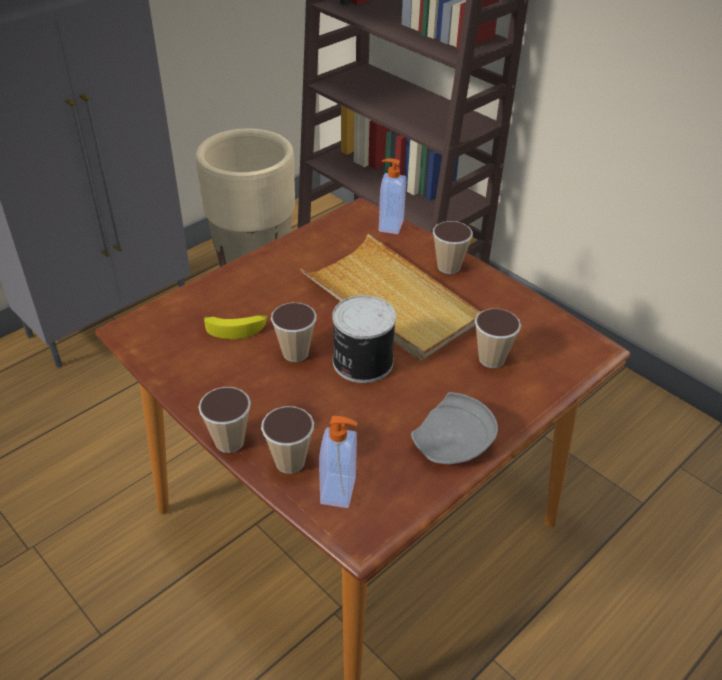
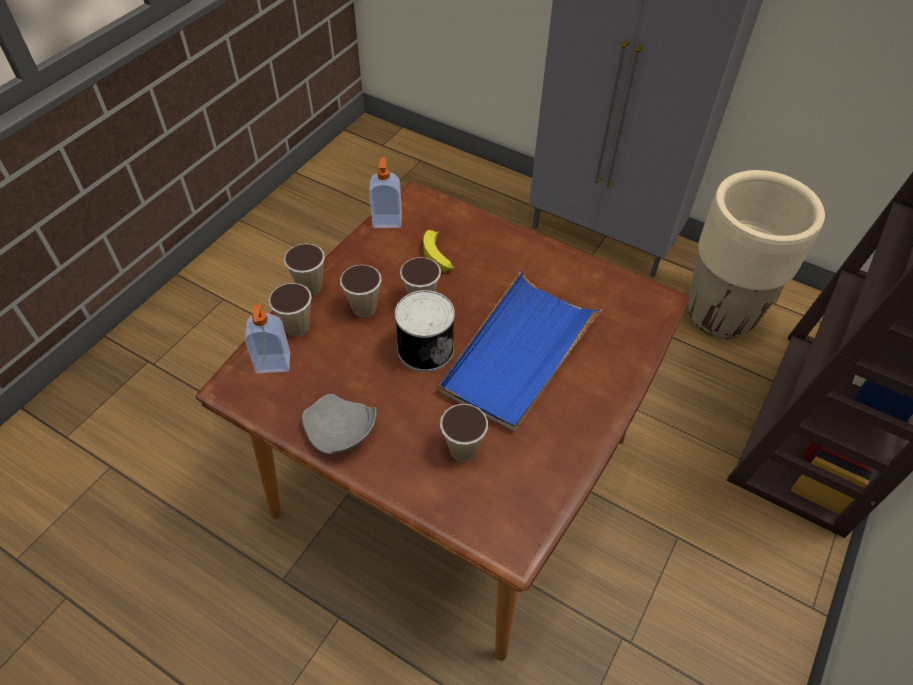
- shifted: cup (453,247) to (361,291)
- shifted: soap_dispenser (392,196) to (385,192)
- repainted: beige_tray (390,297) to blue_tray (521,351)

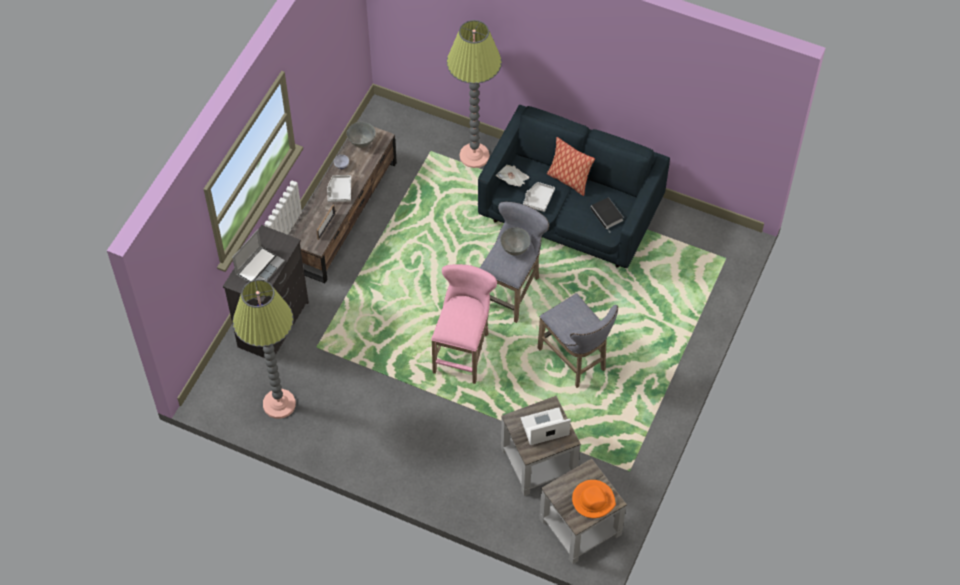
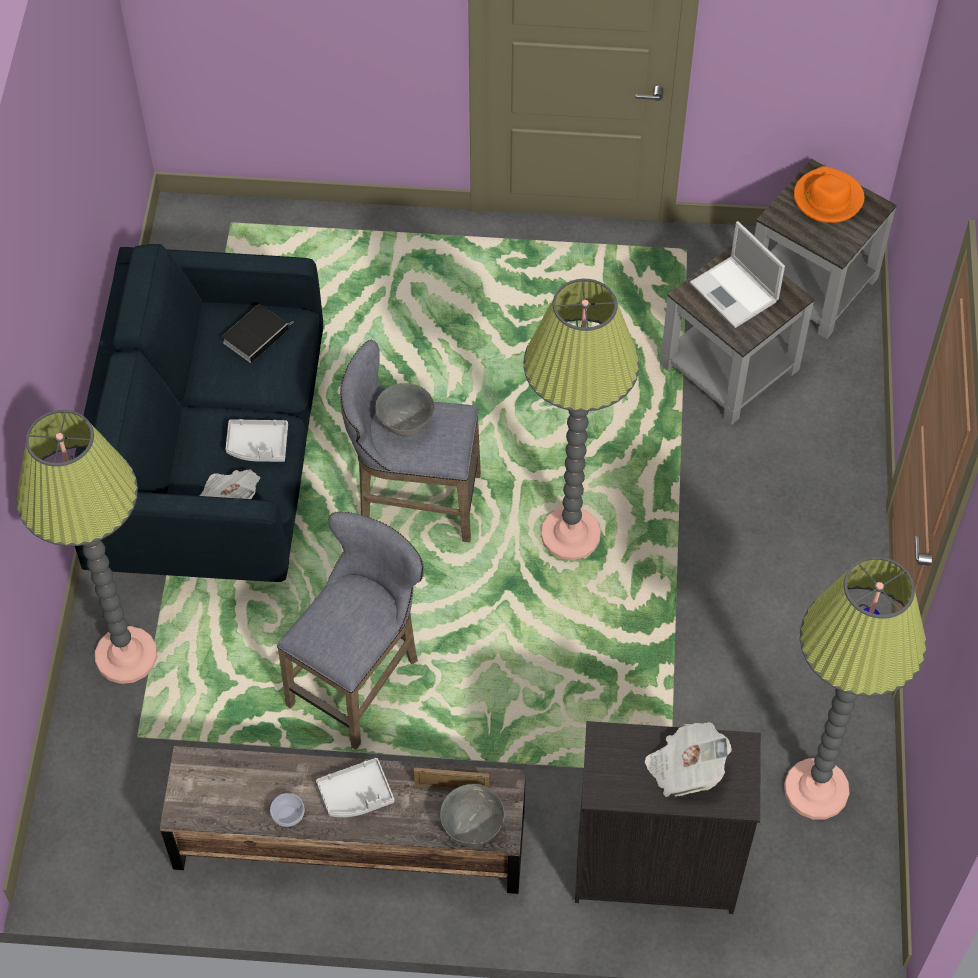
- shifted: grey_stool (578,340) to (350,630)
- shifted: grey_bowl (361,135) to (472,815)
- swapped: pink_stool (464,324) to floor_lamp (581,419)
- swapped: laptop (258,255) to newspaper (688,759)
- gone: pillow (571,166)

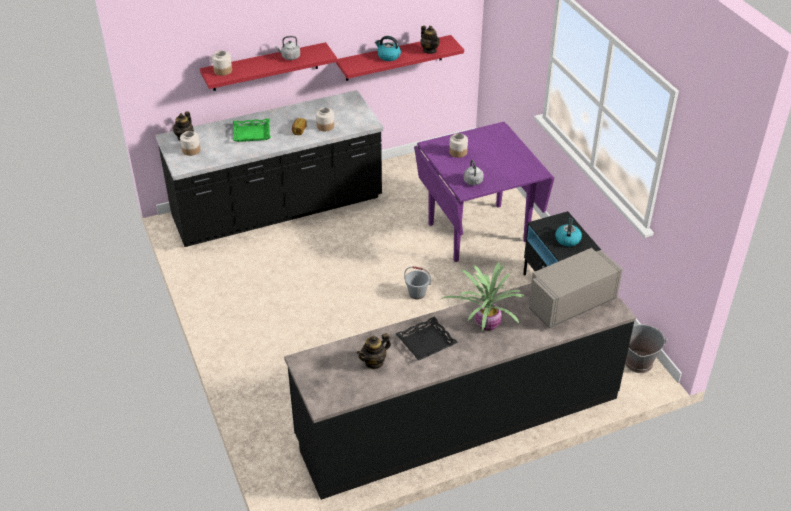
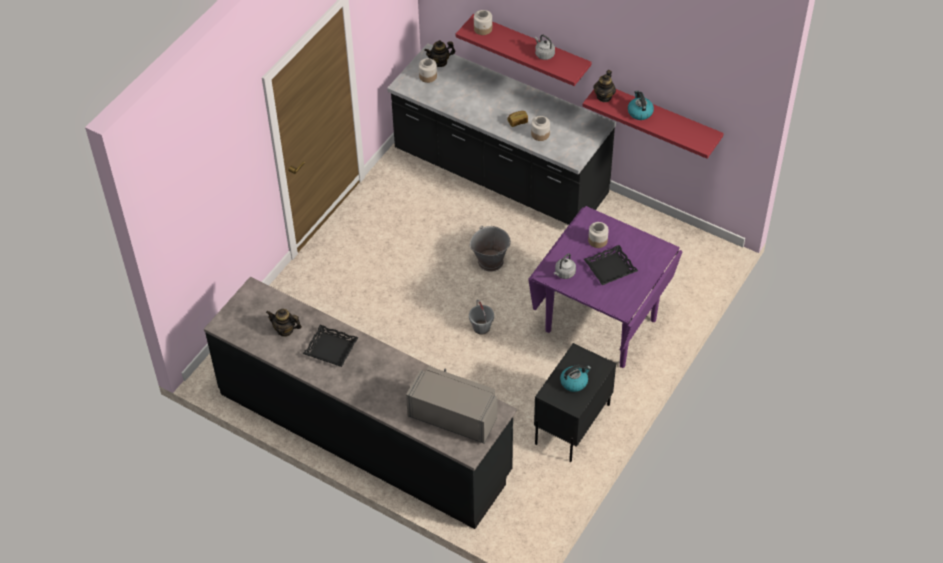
- shifted: grey_bucket (646,348) to (490,249)
- new: black_tray (611,265)
- shifted: teapot (430,40) to (604,86)
- gone: green_tray (252,130)
- gone: potted_plant (483,296)

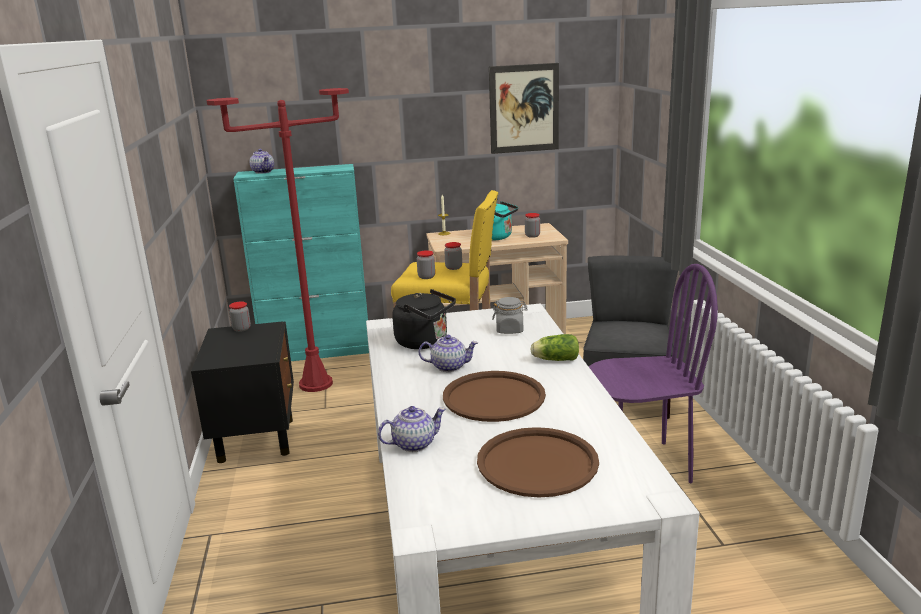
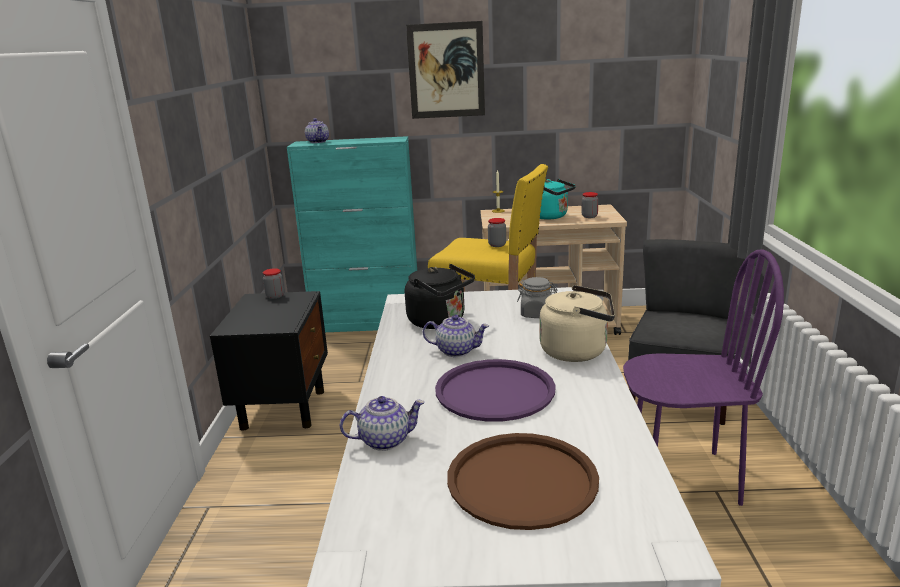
- shifted: picture (524,108) to (445,70)
- repainted: brown_tray (494,396) to purple_tray (495,390)
- swapped: lettuce (554,347) to beige_kettle (577,323)
- gone: red_floor_lamp (278,240)
- gone: jar (426,264)

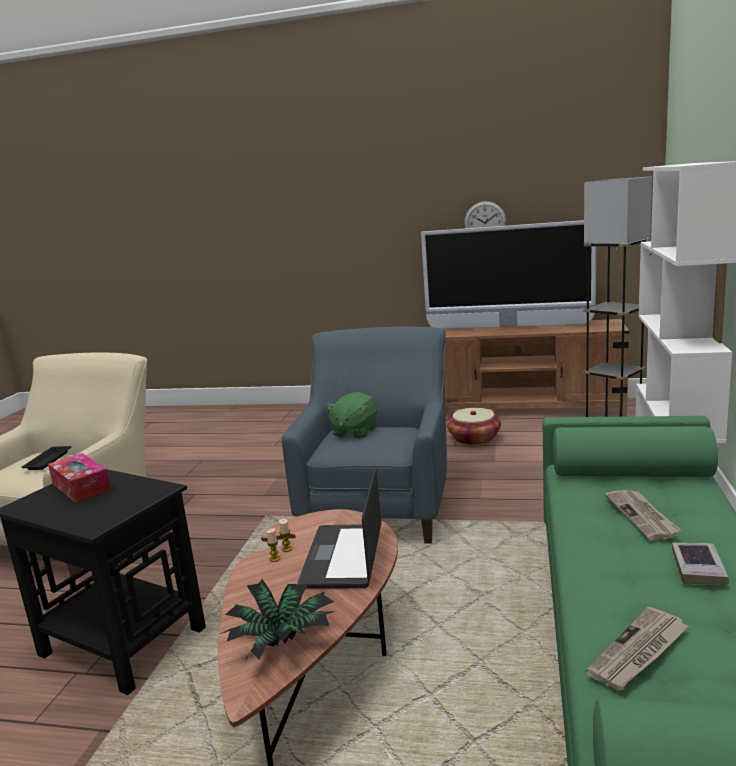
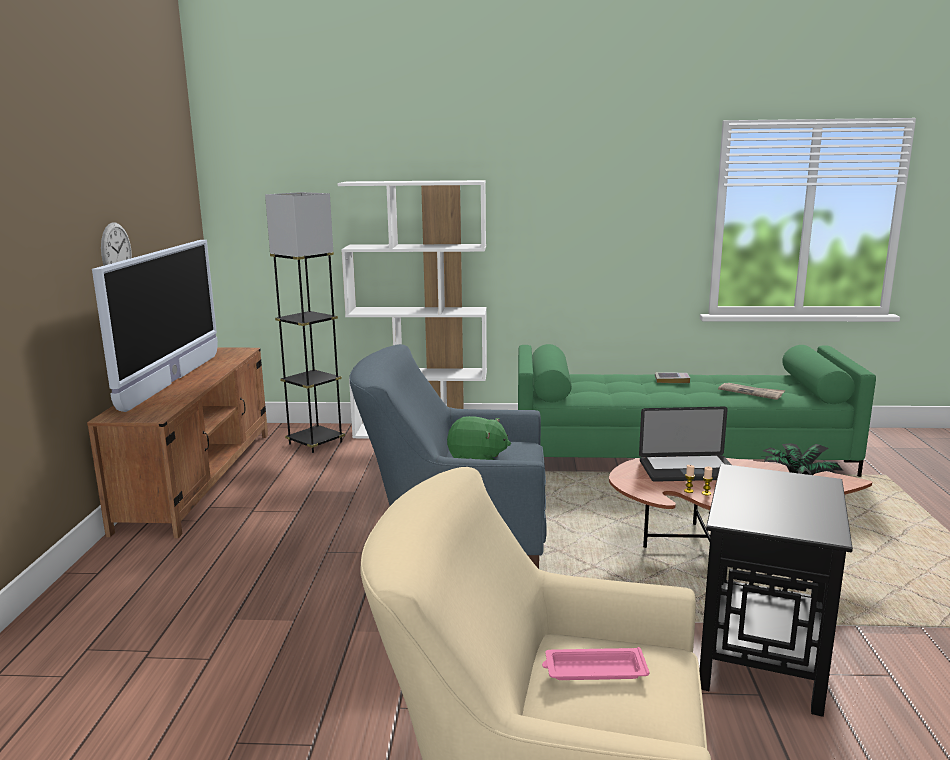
- repainted: black_tray (46,458) to pink_tray (595,663)
- gone: tissue_box (79,478)
- gone: basket (474,426)
- gone: newspaper (643,515)

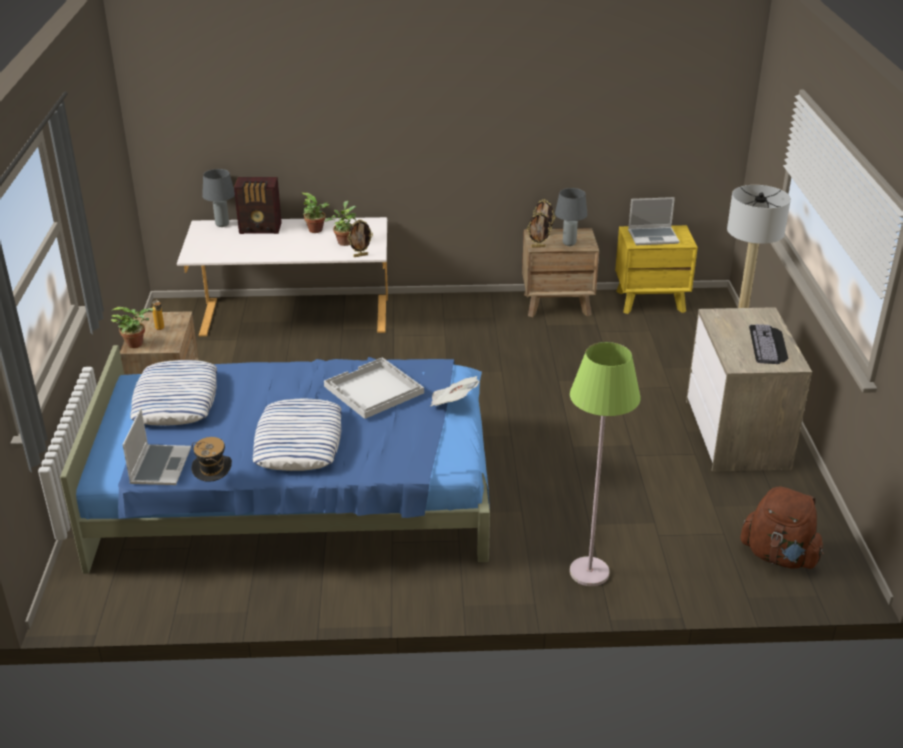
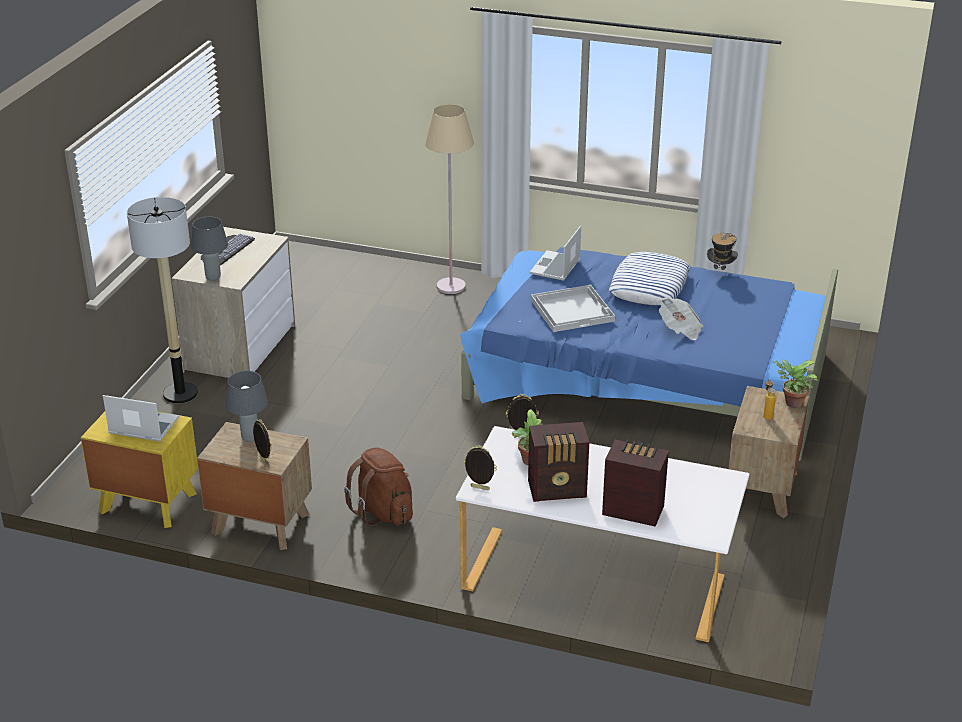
- shifted: grey_table_lamp (218,198) to (209,248)
- shifted: brown_backpack (782,528) to (378,486)
- repainted: green_floor_lamp (605,464) to beige_floor_lamp (449,199)
- shifted: picture_frame (539,229) to (480,467)
- swapped: potted_plant (315,213) to radio (558,462)
- shifted: laptop (156,446) to (555,253)
- shifted: newspaper (454,391) to (681,318)
- gone: pillow (173,393)

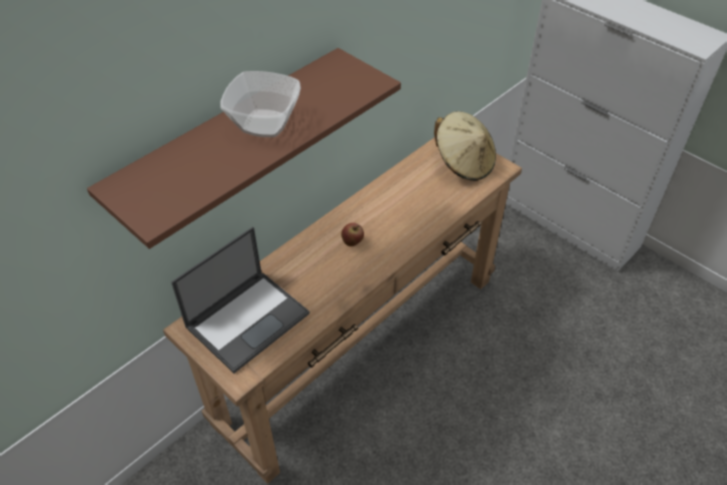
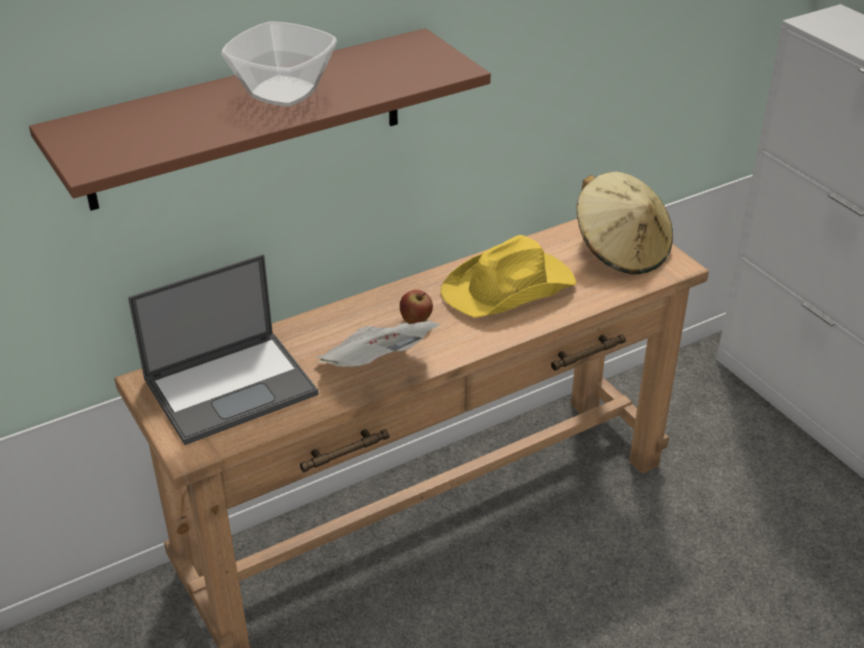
- new: newspaper (378,344)
- new: yellow_hat (508,276)

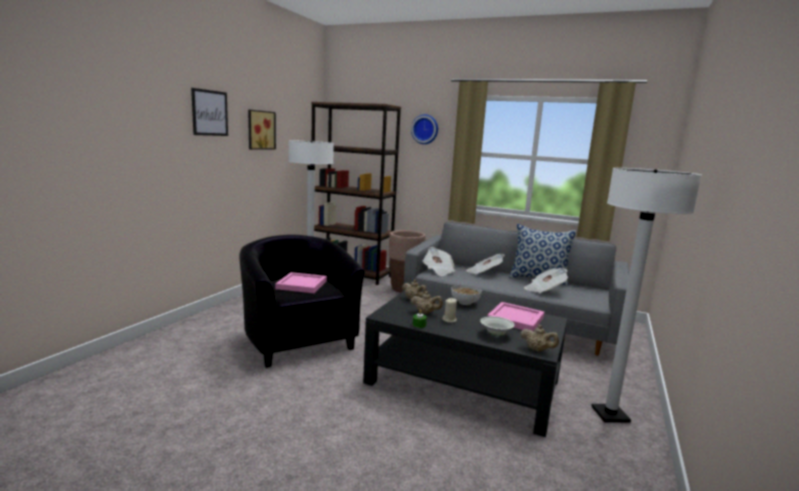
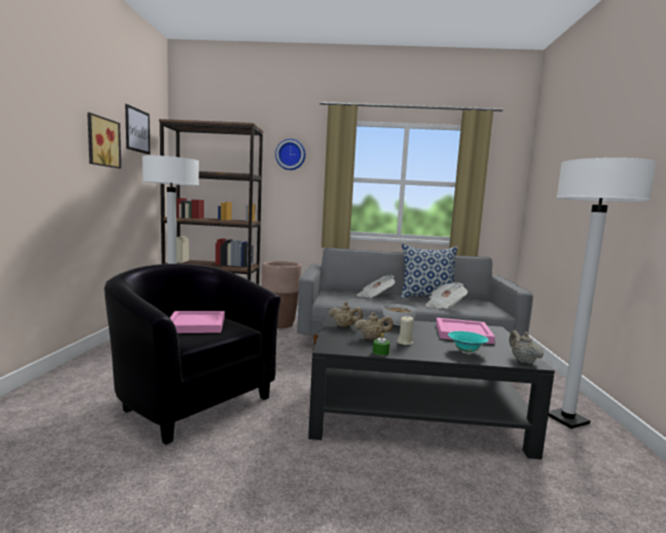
- shifted: picture (209,112) to (137,129)
- repainted: white_bowl (497,326) to turquoise_bowl (468,341)
- rotated: beige_teapot (539,338) = (526,347) 120 degrees counterclockwise
- gone: newspaper (438,261)

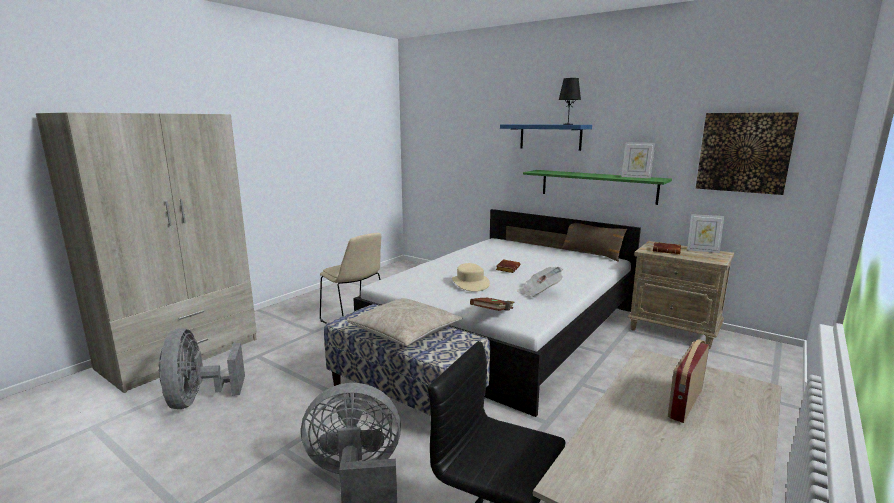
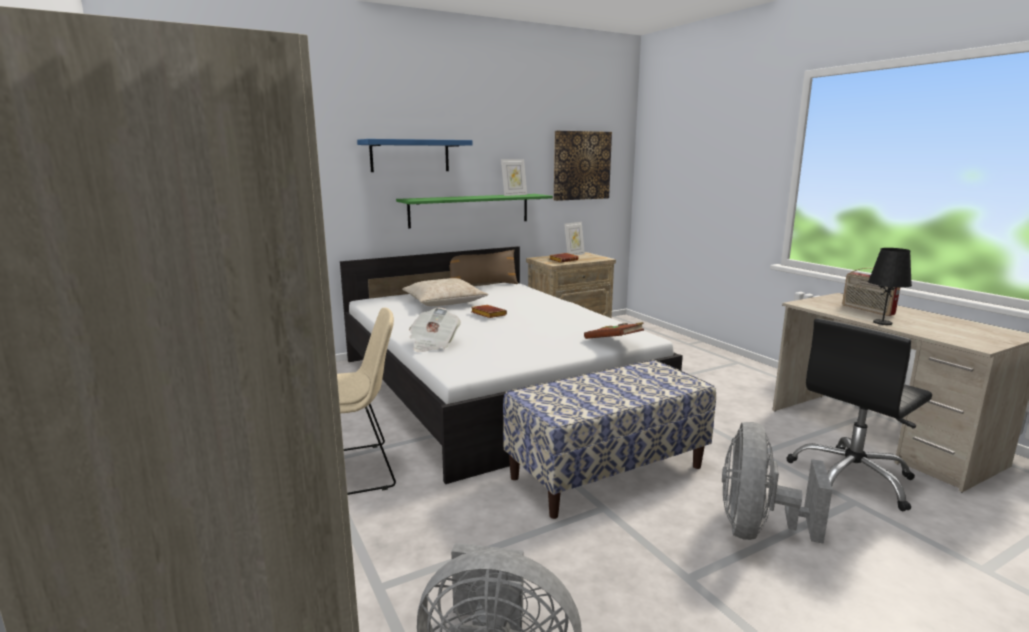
- shifted: beige_pillow (404,322) to (445,292)
- shifted: newspaper (540,282) to (435,330)
- shifted: black_table_lamp (570,101) to (890,286)
- gone: beige_hat (471,277)

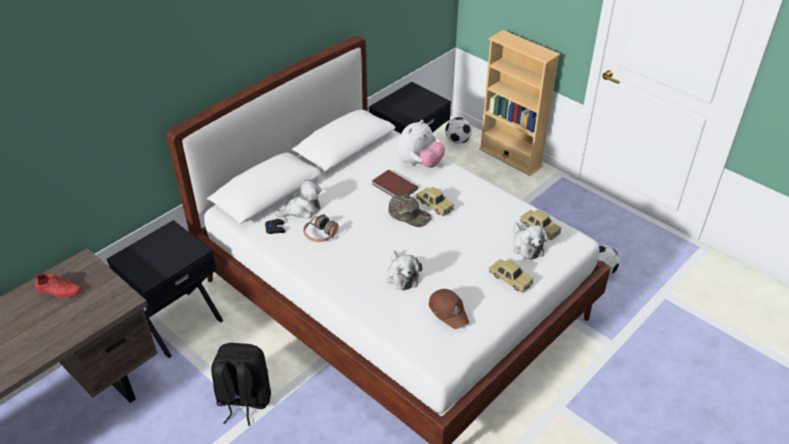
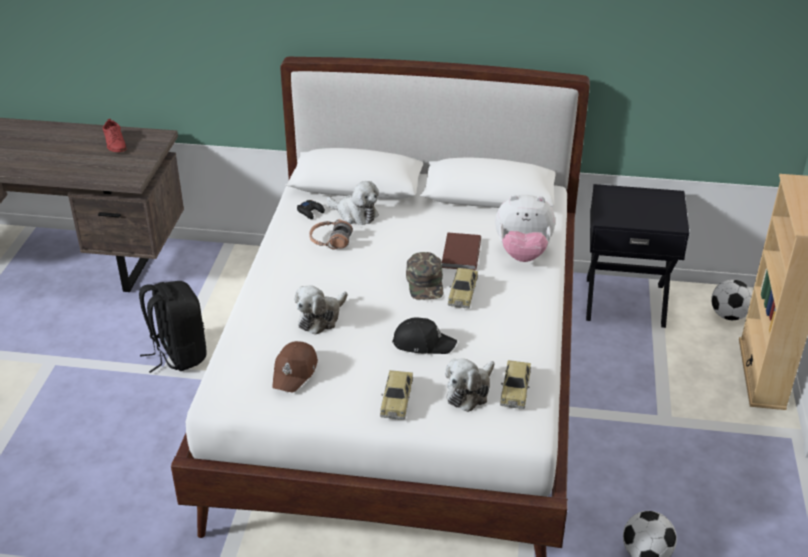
- new: black_cap (424,335)
- gone: black_nightstand (165,289)

